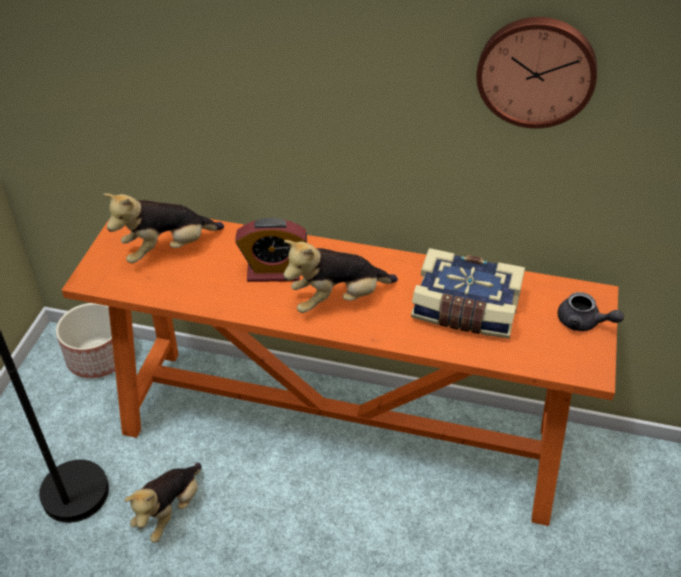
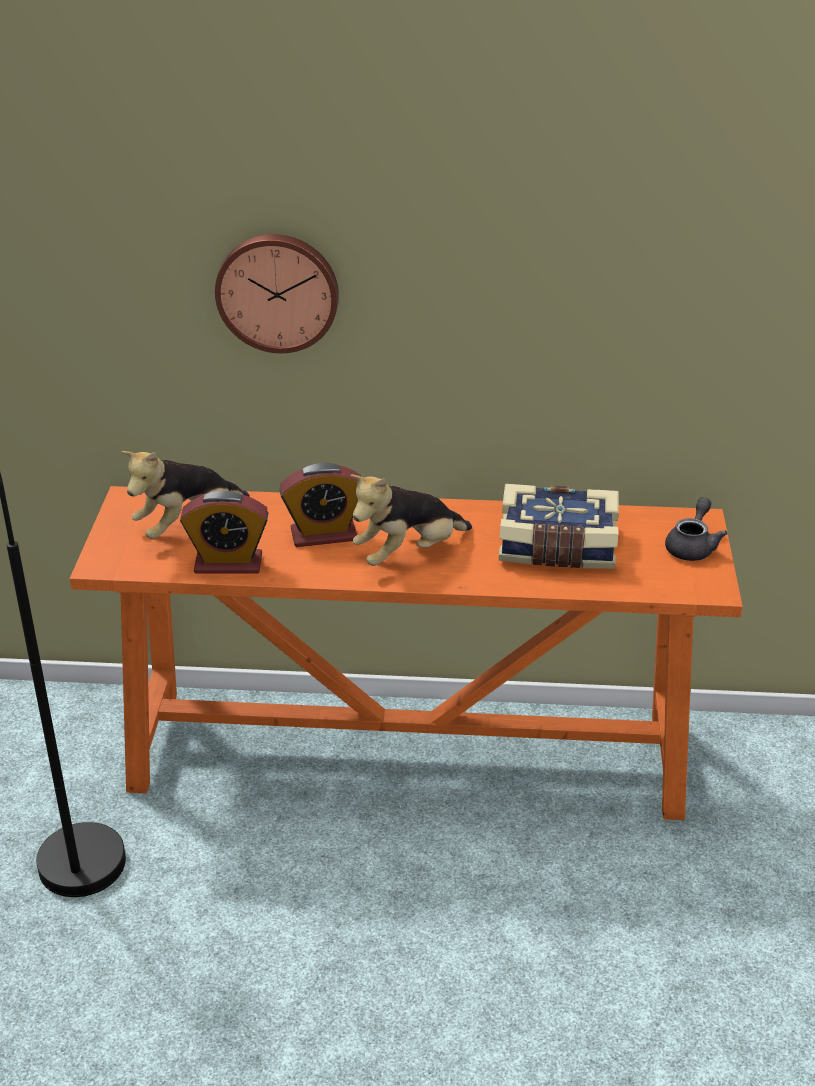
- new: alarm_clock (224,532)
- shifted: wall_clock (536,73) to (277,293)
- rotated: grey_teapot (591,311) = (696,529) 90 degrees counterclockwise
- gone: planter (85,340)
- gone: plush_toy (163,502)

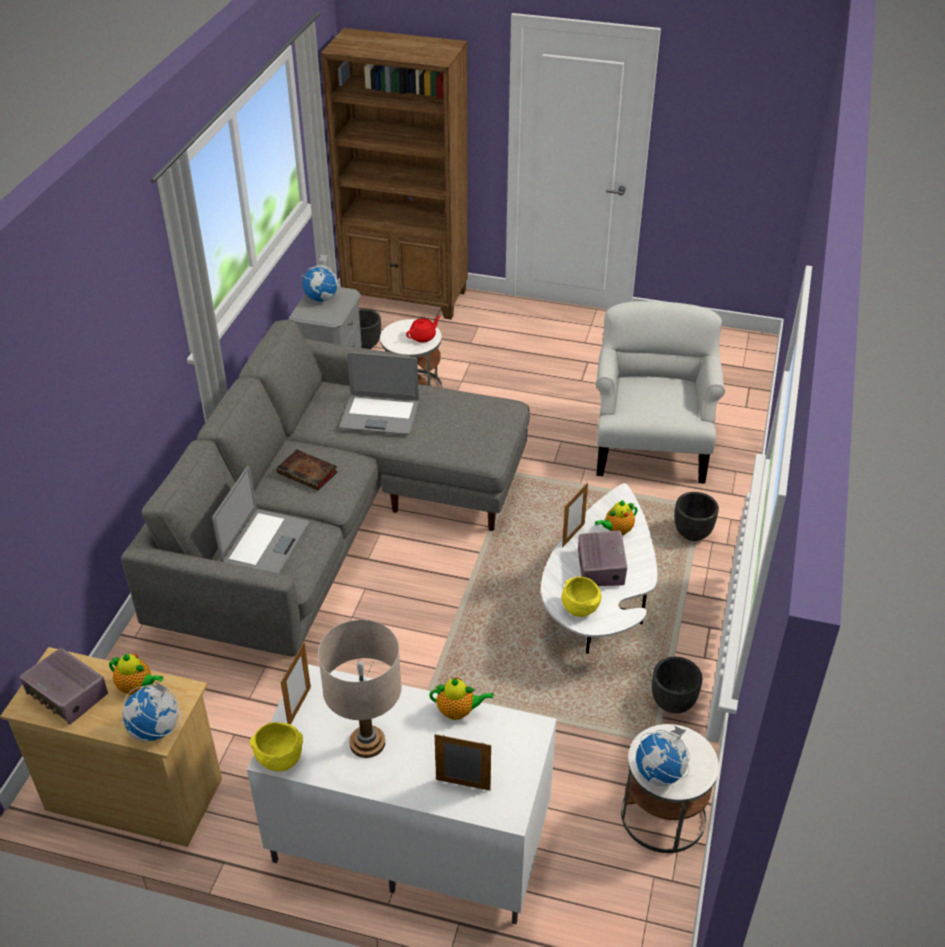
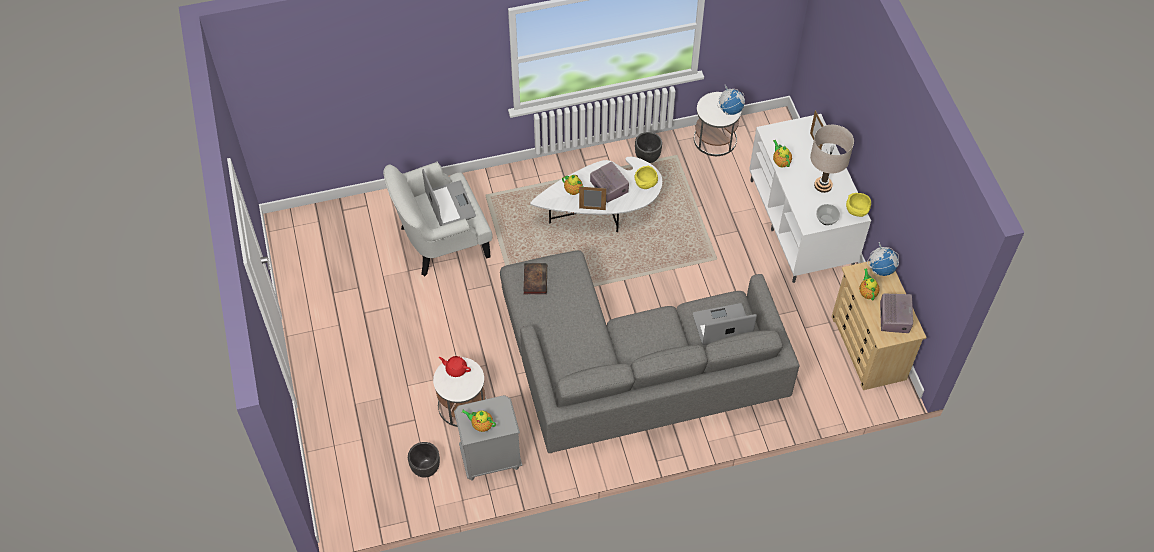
- shifted: laptop (379,393) to (449,197)
- swapped: globe (321,278) to teapot (479,421)
- shifted: book (307,470) to (535,278)
- rotated: radio (602,558) = (609,182) 90 degrees clockwise
- swapped: picture_frame (296,683) to bowl (828,214)
- gone: brown_bookcase (394,174)
- gone: black_planter (697,516)

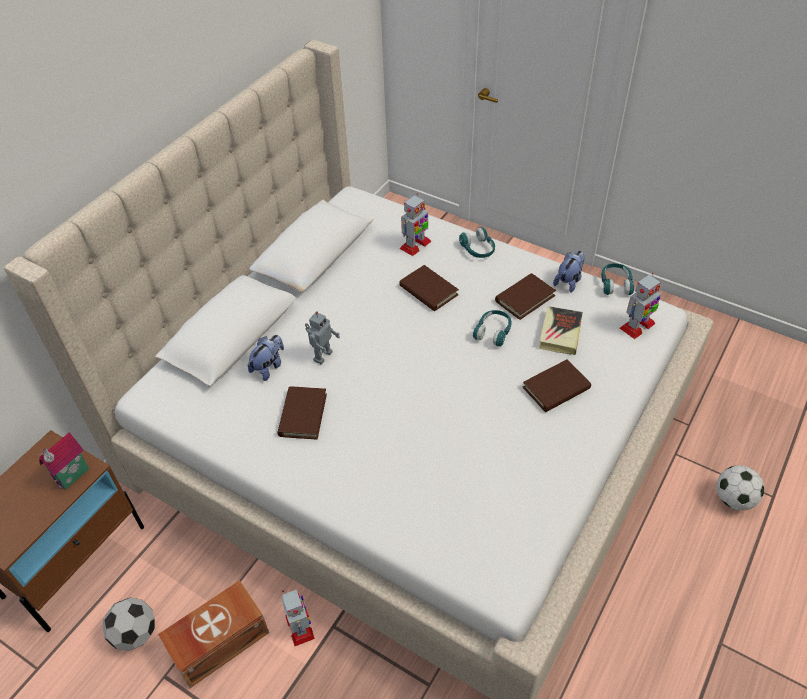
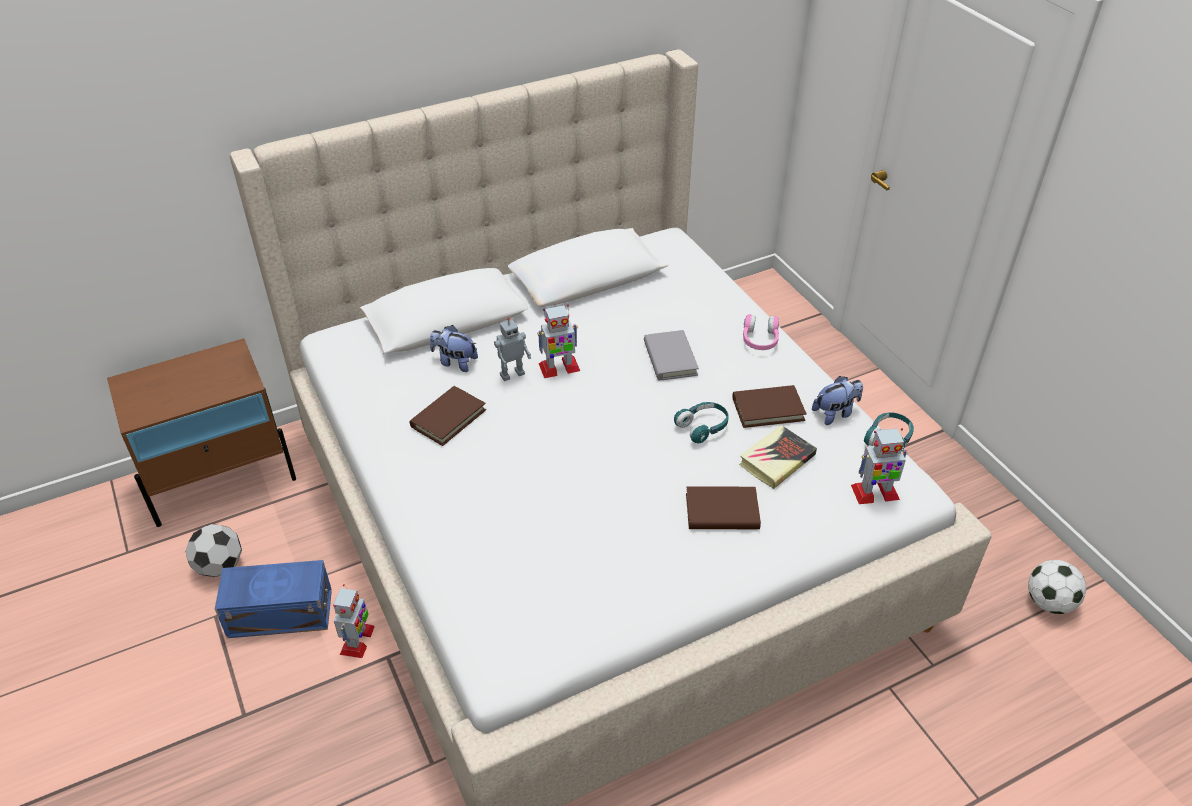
- repainted: brown_storage_box (213,634) to blue_storage_box (273,599)
- rotated: plush_toy (266,358) = (454,348) 135 degrees counterclockwise
- shifted: toy_robot (415,224) to (558,341)
- repainted: brown_book (429,288) to grey_book (671,355)
- repainted: turquoise_headphones (477,242) to pink_headphones (761,332)
- shifted: football (740,487) to (1057,587)
- gone: toy_house (63,461)

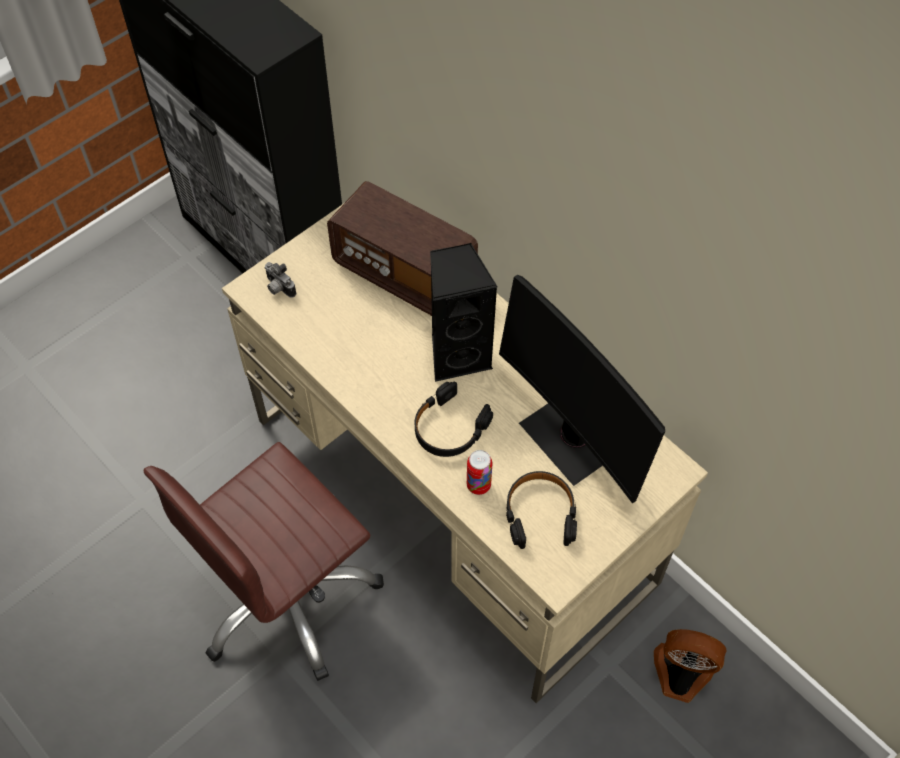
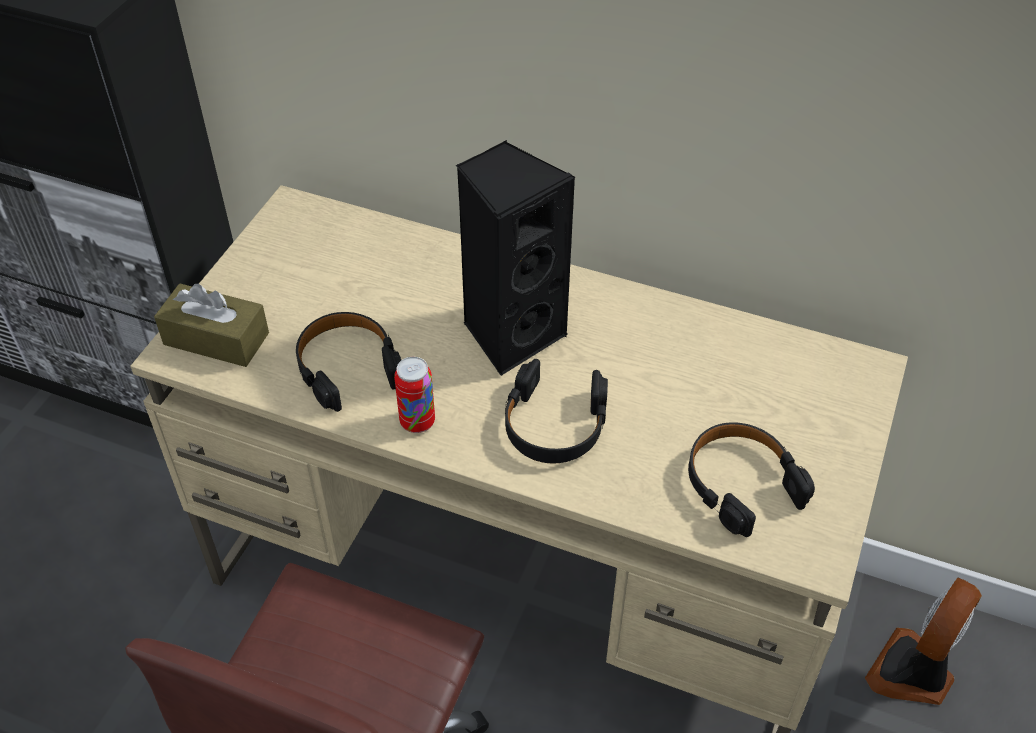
- swapped: photo_camera (280,280) to brown_tissue_box (211,325)
- new: black_headphones (348,362)
- shifted: can (479,472) to (414,395)
- rotated: fan (690,666) = (923,641) 45 degrees counterclockwise
- gone: radio (402,248)
- gone: monitor (582,389)

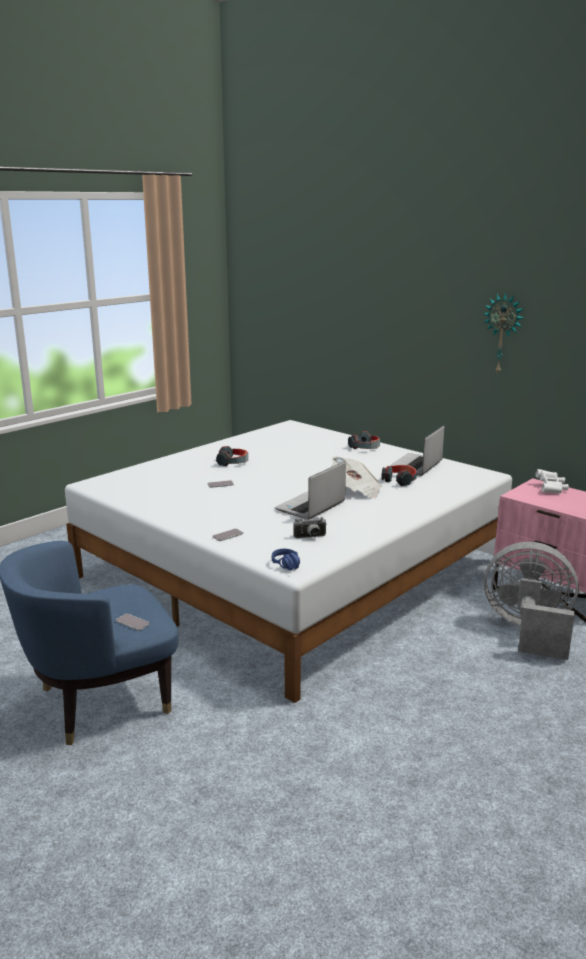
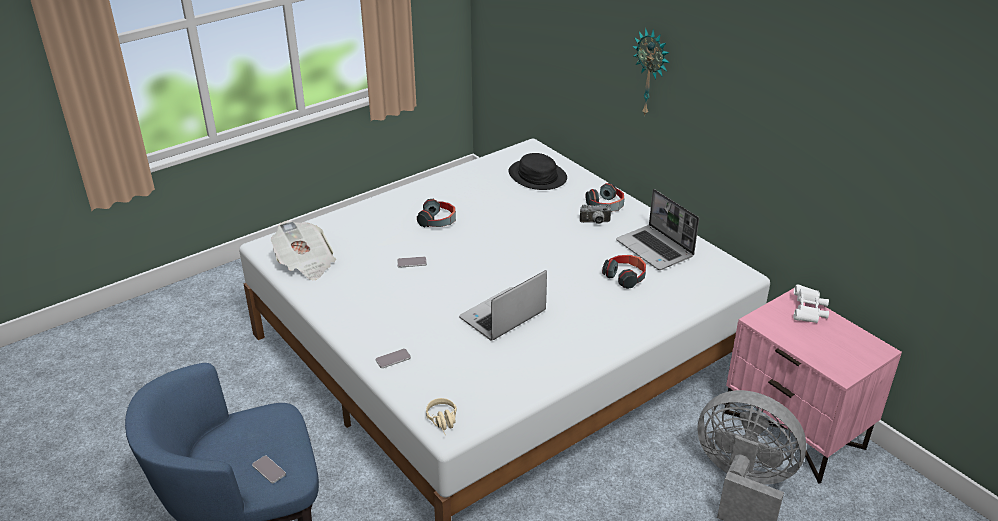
- shifted: newspaper (356,477) to (303,250)
- repainted: blue_headphones (286,560) to beige_headphones (441,416)
- new: black_hat (538,171)
- shifted: photo_camera (310,527) to (596,214)
- rotated: laptop (417,450) = (657,229) 75 degrees counterclockwise
- shifted: wall_clock (503,333) to (651,72)

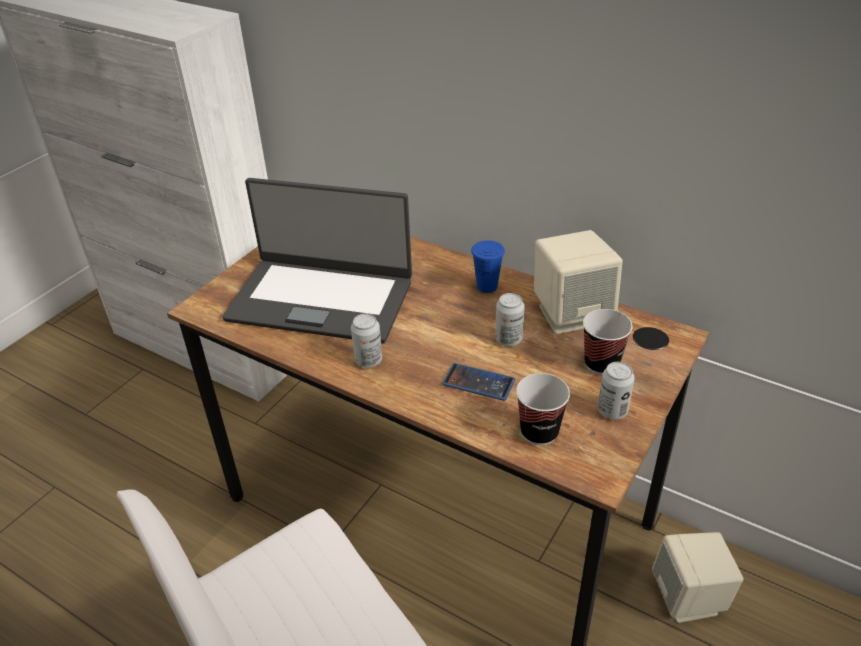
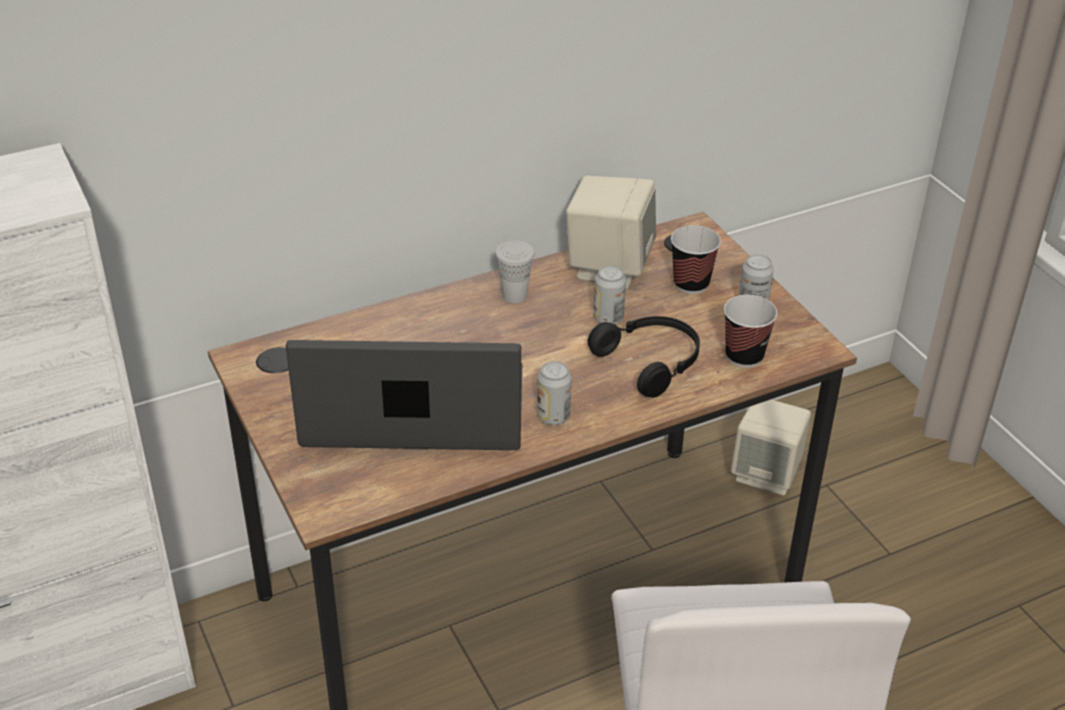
- rotated: laptop (317,261) = (404,395) 135 degrees counterclockwise
- repainted: blue_cup (488,266) to white_cup (515,271)
- swapped: phone (478,382) to black_headphones (644,357)

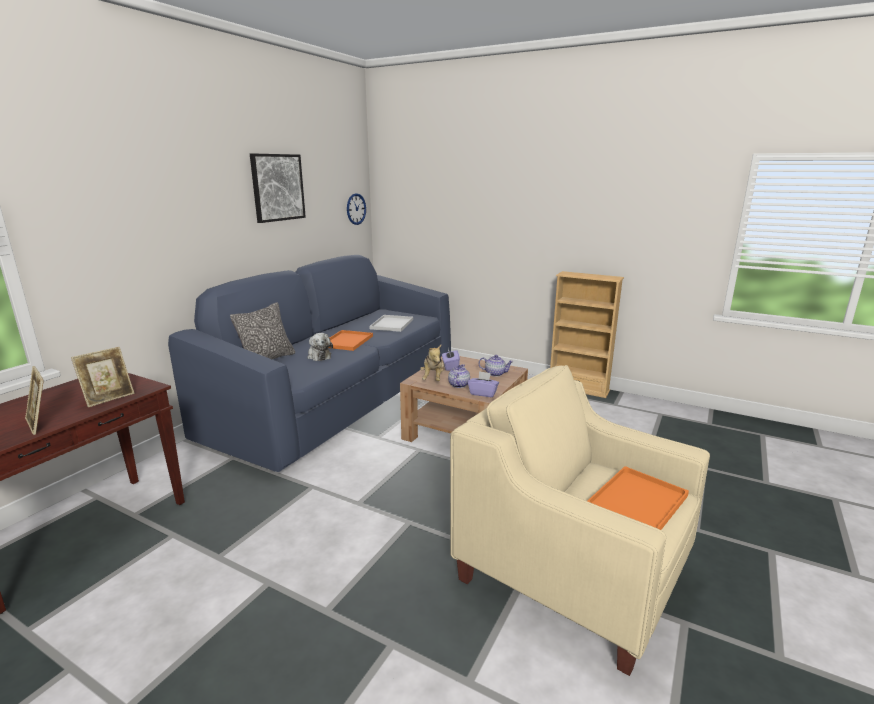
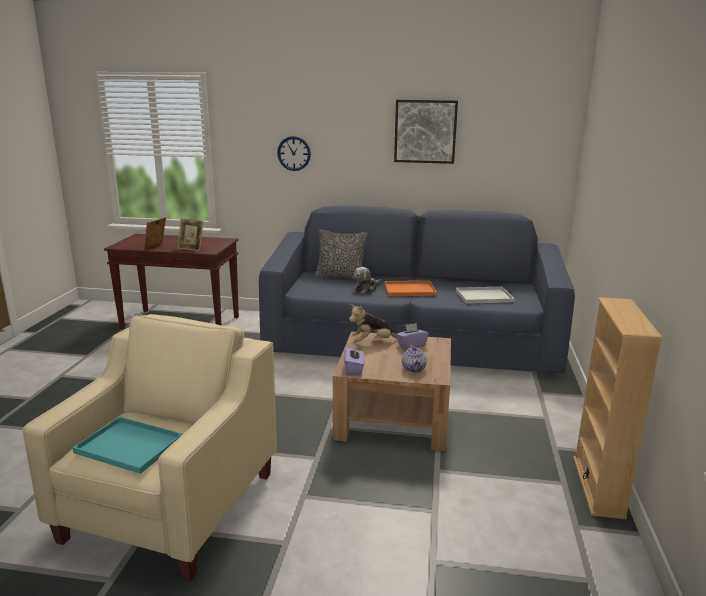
- repainted: orange_tray (638,498) to turquoise_tray (127,445)
- shifted: wall_clock (356,209) to (294,153)
- gone: teapot (459,376)

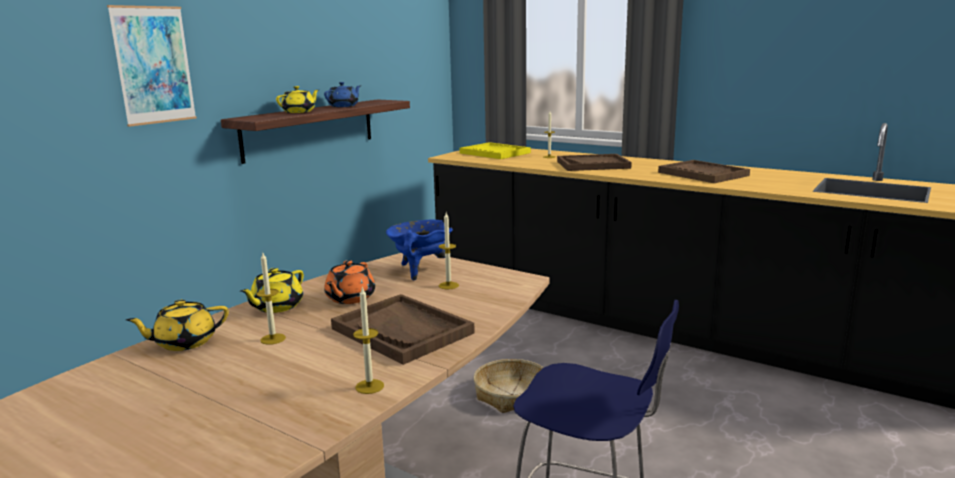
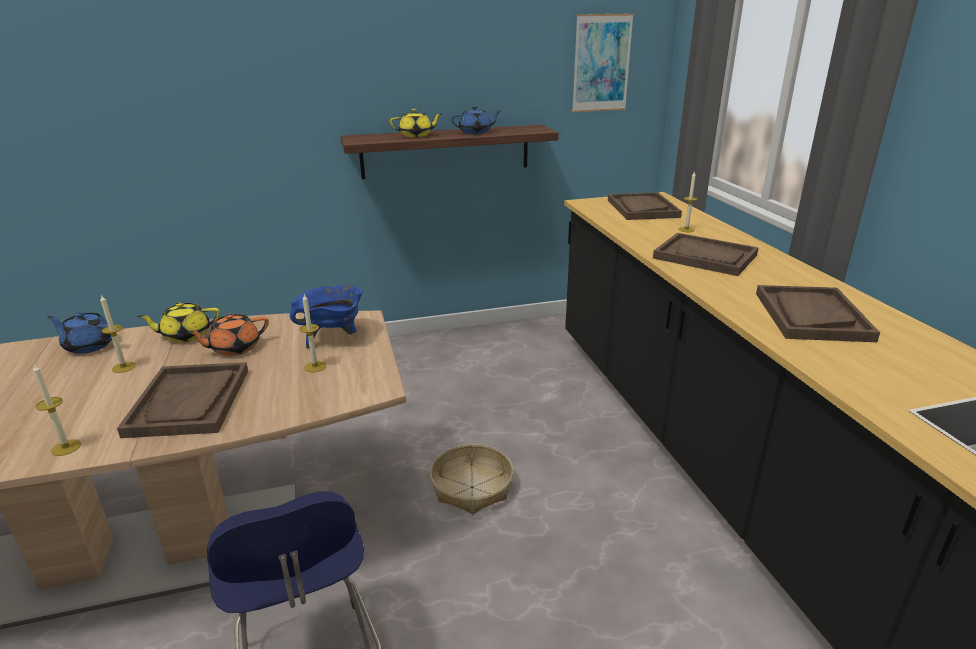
- repainted: yellow_teapot (177,325) to blue_teapot (79,333)
- shifted: picture (152,66) to (603,63)
- repainted: yellow_tray (495,150) to brown_tray (645,206)

